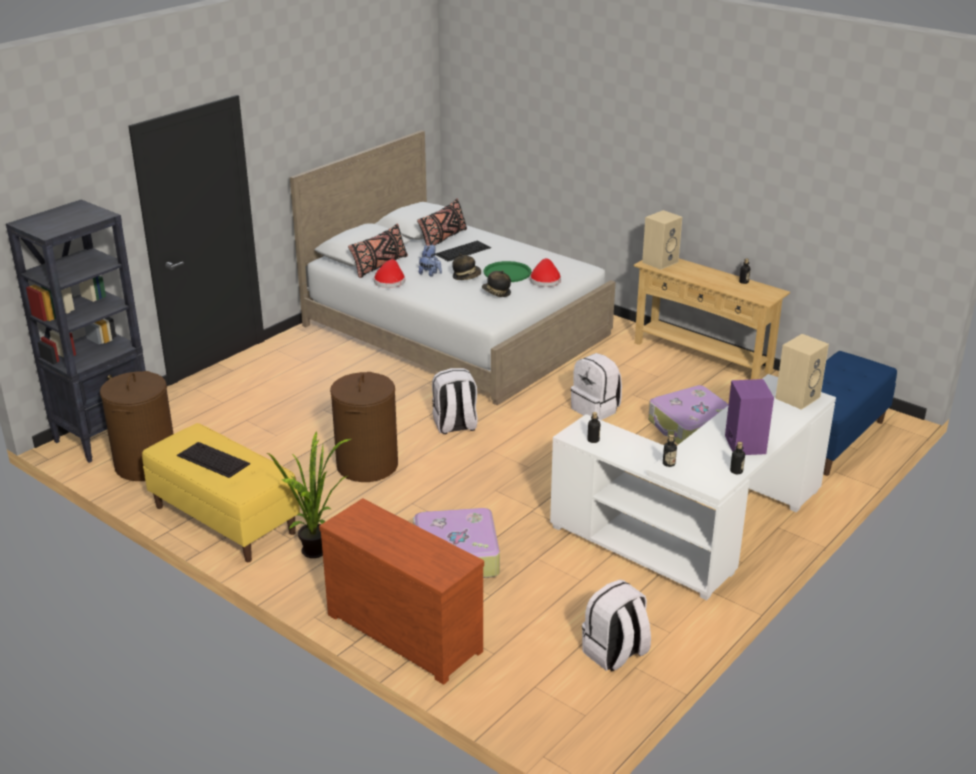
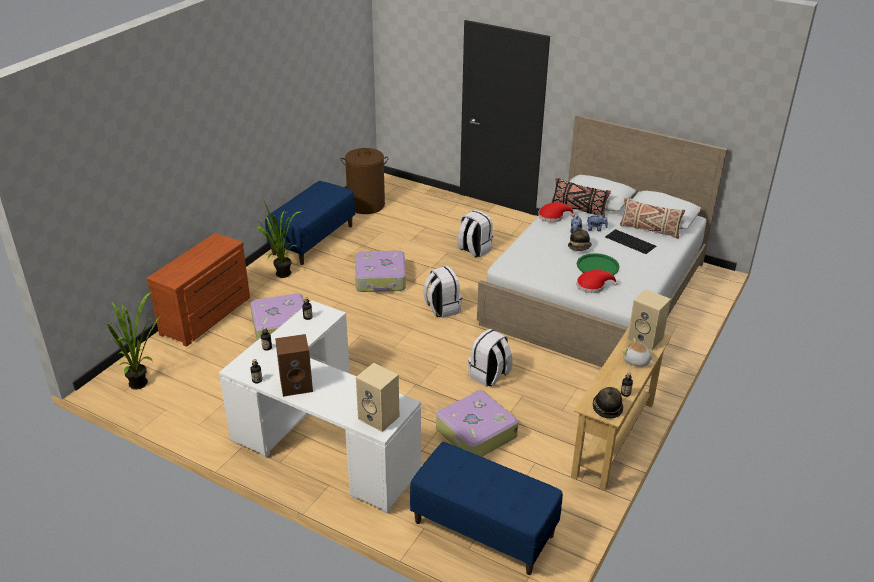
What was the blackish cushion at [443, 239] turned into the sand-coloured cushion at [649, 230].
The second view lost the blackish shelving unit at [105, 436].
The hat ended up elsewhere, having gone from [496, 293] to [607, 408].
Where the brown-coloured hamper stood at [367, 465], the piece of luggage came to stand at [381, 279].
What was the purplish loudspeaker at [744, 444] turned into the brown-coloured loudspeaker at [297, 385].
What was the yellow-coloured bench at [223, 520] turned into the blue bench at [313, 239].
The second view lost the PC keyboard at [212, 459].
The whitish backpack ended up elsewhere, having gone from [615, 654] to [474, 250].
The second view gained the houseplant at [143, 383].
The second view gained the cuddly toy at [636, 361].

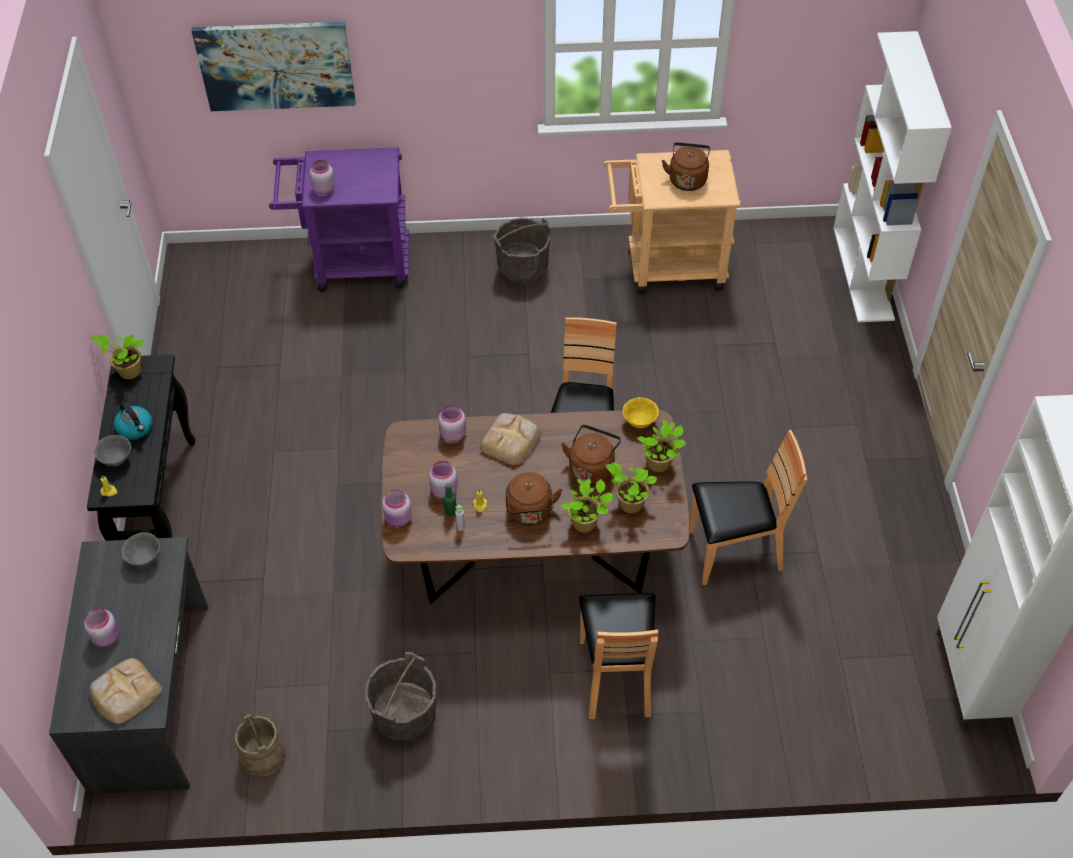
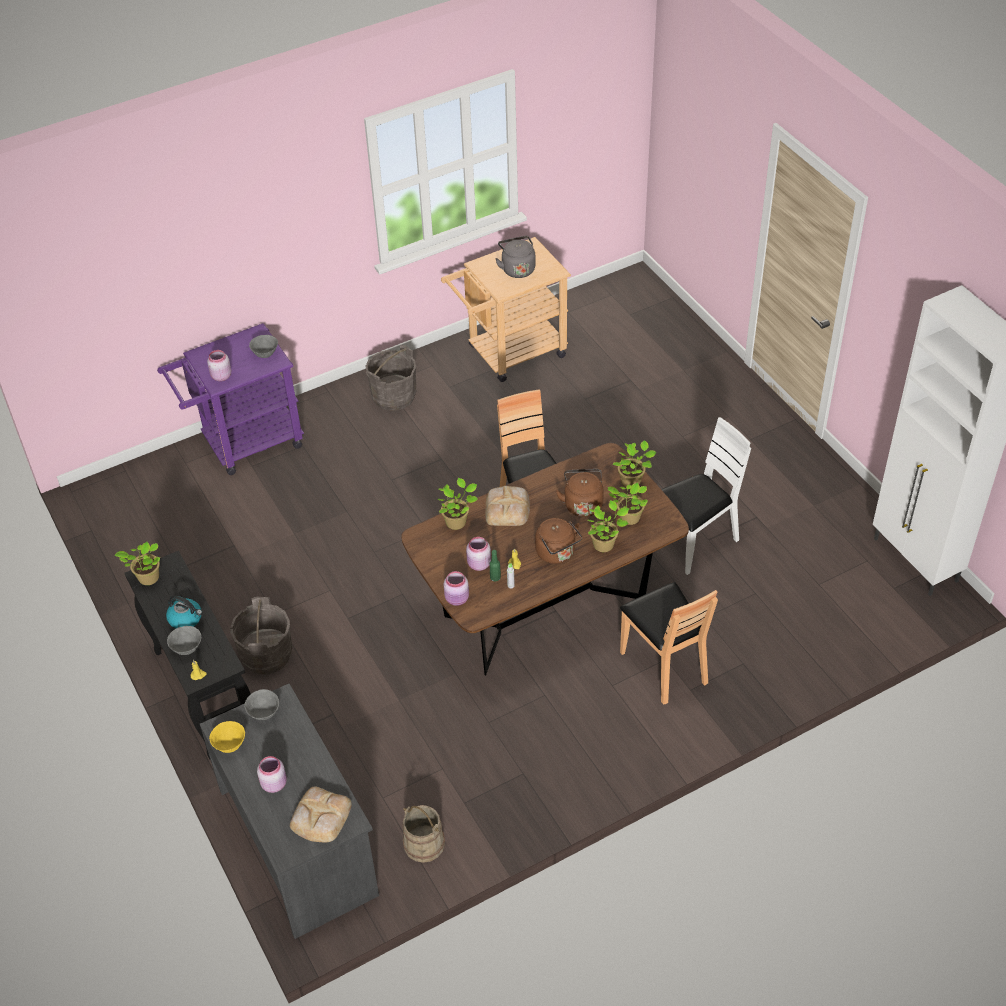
The second view lost the picture at [276, 65].
The second view lost the whitish shelving unit at [864, 273].
What was the brown-coloured water kettle at [687, 179] turned into the gray water kettle at [517, 269].
The yellow-coloured deep dish ended up elsewhere, having gone from [639, 421] to [229, 745].
Where the pinkish jar stood at [452, 434], the houseplant came to stand at [457, 522].
What was the brown-coloured chair at [733, 552] turned into the whitish chair at [695, 542].
The gray water bucket ended up elsewhere, having gone from [404, 715] to [266, 655].
The second view gained the gray deep dish at [265, 354].

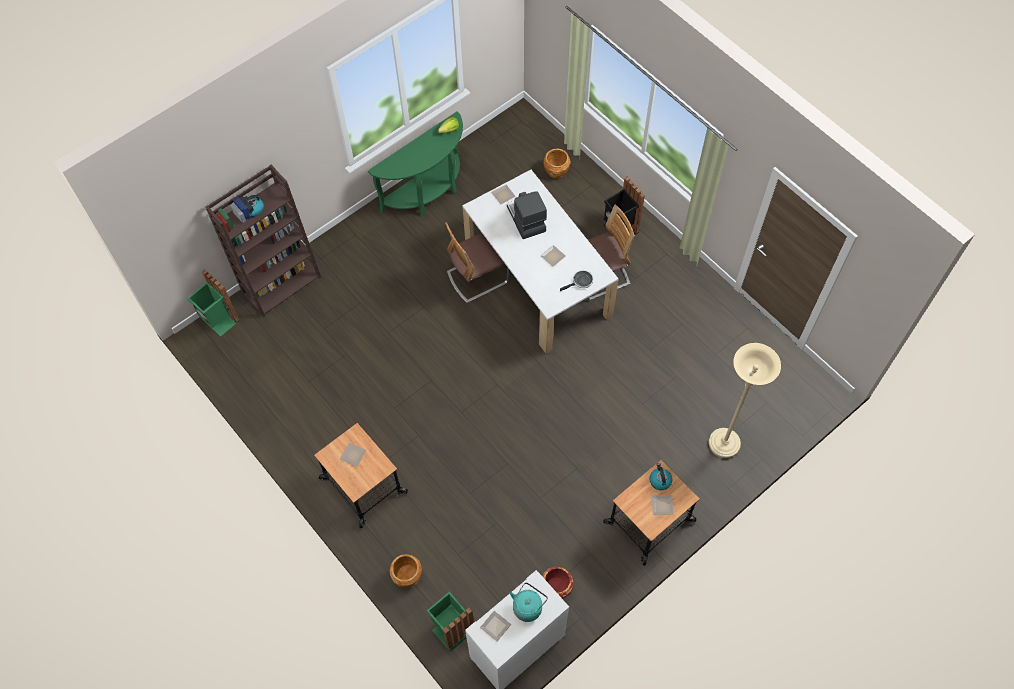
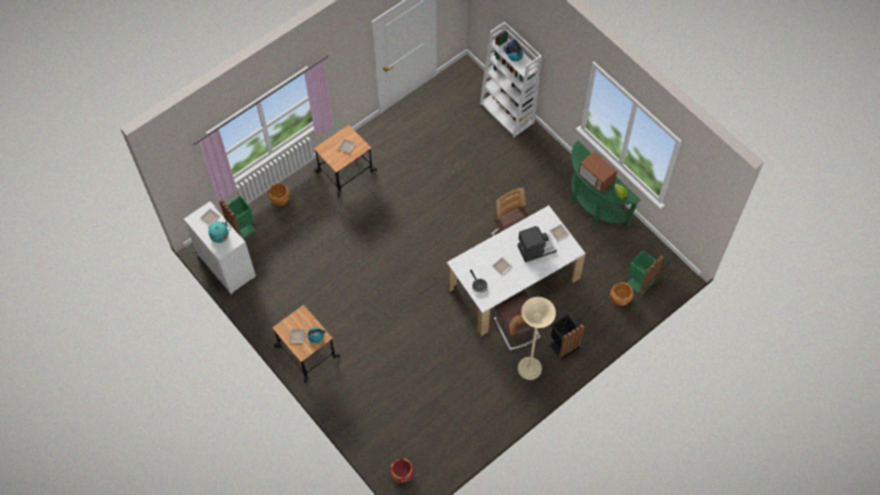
What was the brown-coloured shelving unit at [282, 283] turned into the whitish shelving unit at [507, 113].
The green-coloured trash can ended up elsewhere, having gone from [219, 321] to [640, 281].
The sand-coloured standard lamp ended up elsewhere, having gone from [724, 444] to [529, 369].
The red-coloured planter ended up elsewhere, having gone from [556, 587] to [402, 474].
The second view gained the microwave oven at [596, 178].

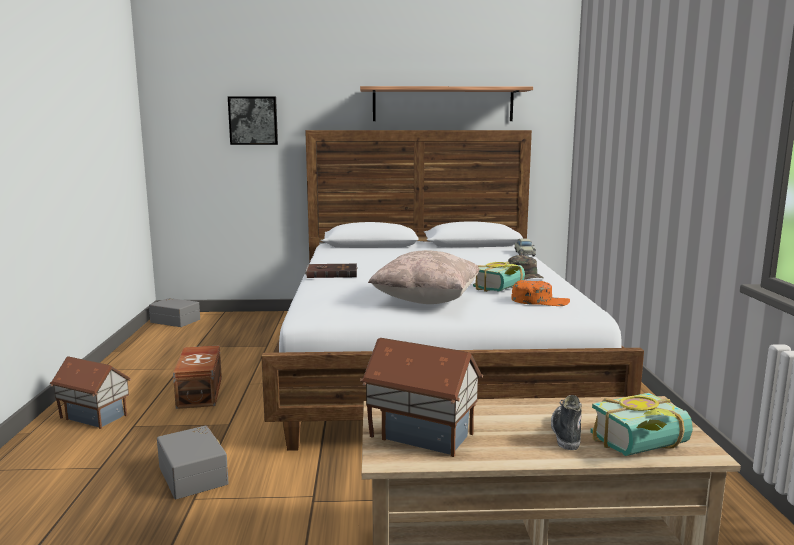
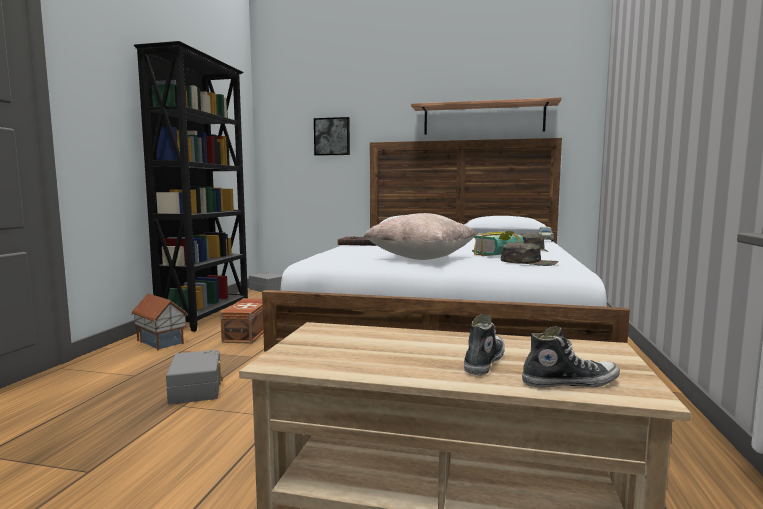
What was the orangey cap at [540, 301] turned into the green-coloured cap at [529, 262].
The second view lost the miniature house at [422, 433].
Where the volume stood at [645, 447], the shoe came to stand at [569, 382].
The second view gained the blackish shelving unit at [207, 316].

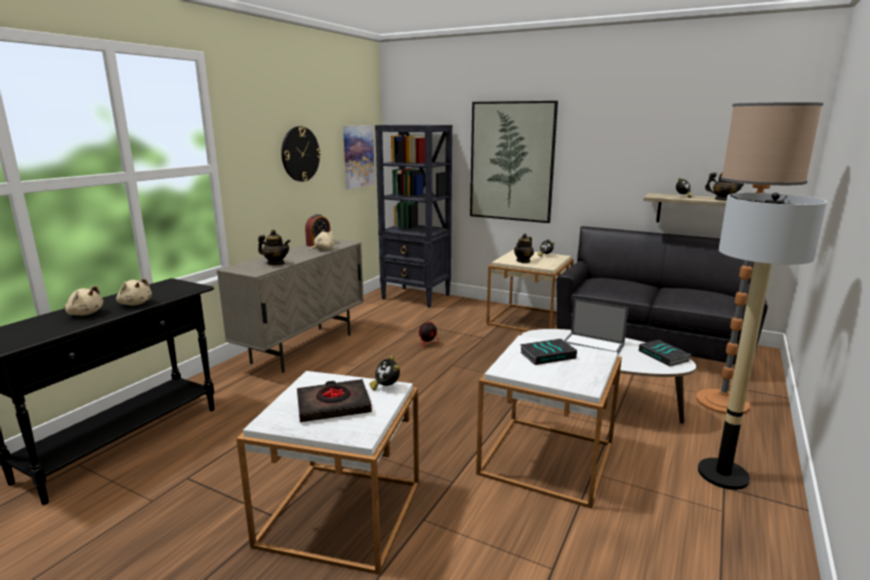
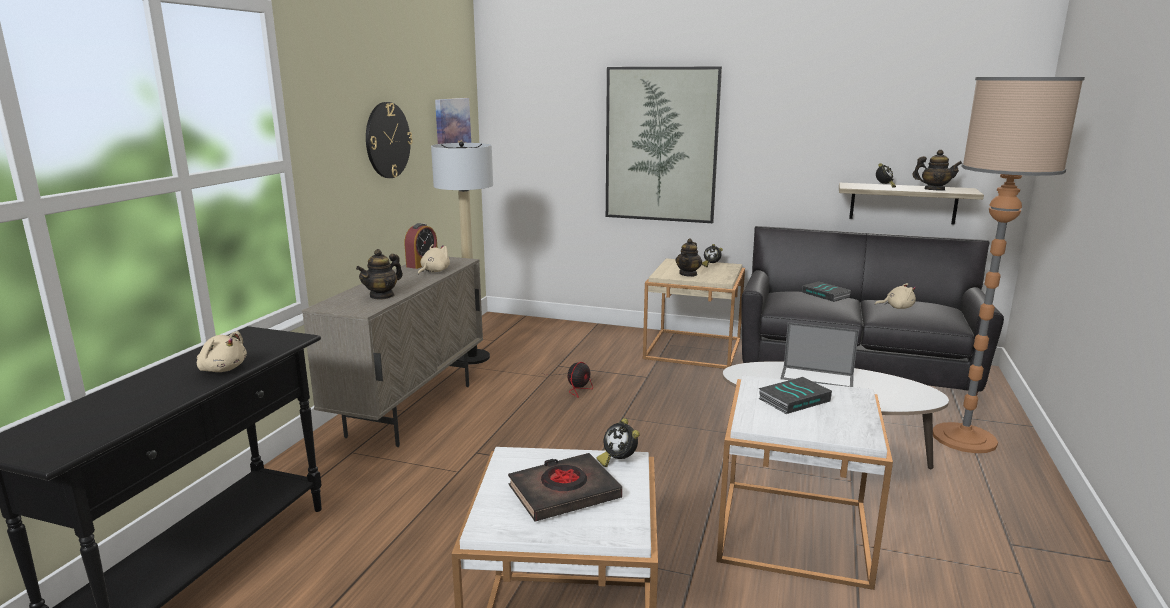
The second view lost the blackish shelving unit at [416, 297].
The standard lamp ended up elsewhere, having gone from [723, 474] to [472, 357].
The tea pot at [276, 263] ended up facing another way, 120 degrees clockwise from before.
The sand-coloured cuddly toy ended up elsewhere, having gone from [85, 313] to [897, 307].
The volume ended up elsewhere, having gone from [664, 356] to [826, 295].

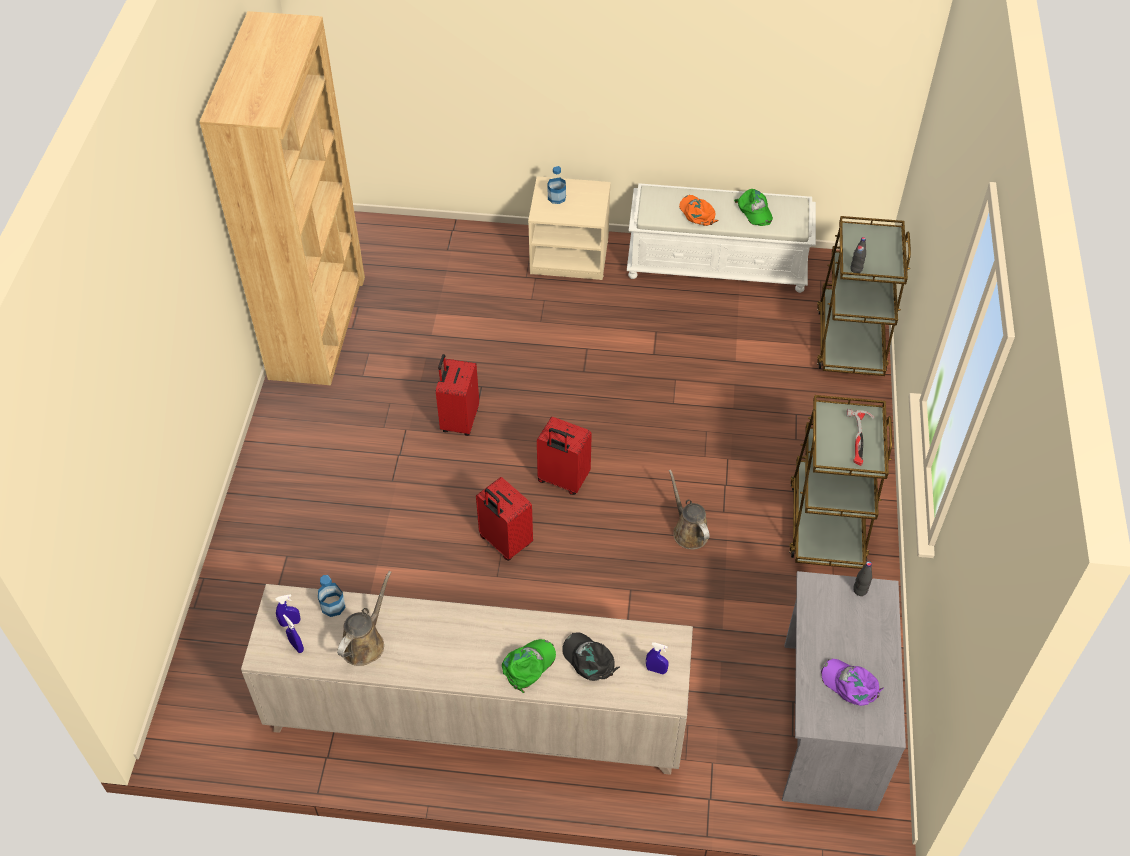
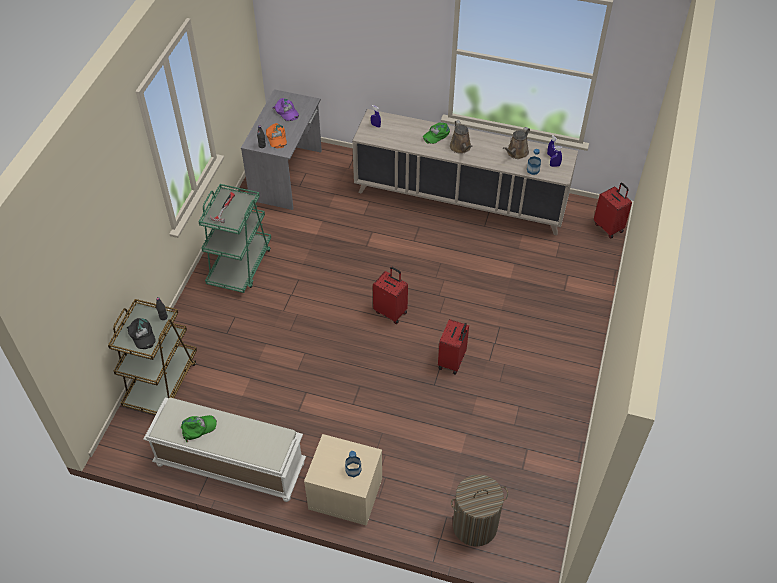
The second view lost the brown-coloured shelving unit at [318, 326].
The green-coloured cap at [754, 211] ended up facing another way, 75 degrees clockwise from before.
The orangey cap ended up elsewhere, having gone from [697, 213] to [276, 138].
What was the brown-coloured wheeled cart at [827, 522] turned into the green-coloured wheeled cart at [240, 265].
The brown-coloured watering can ended up elsewhere, having gone from [688, 531] to [461, 147].
The red-coloured piece of luggage ended up elsewhere, having gone from [504, 542] to [609, 227].
The blackish cap ended up elsewhere, having gone from [589, 659] to [142, 335].
The second view gained the hamper at [474, 525].

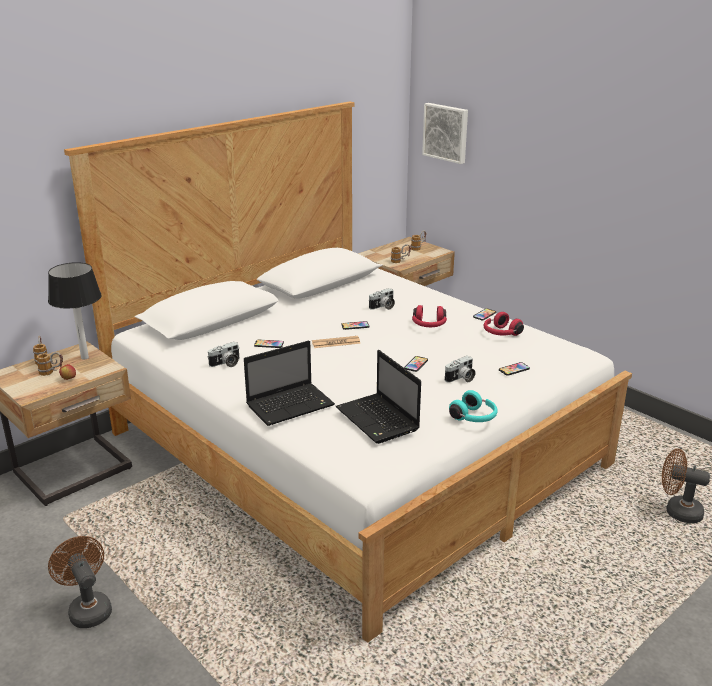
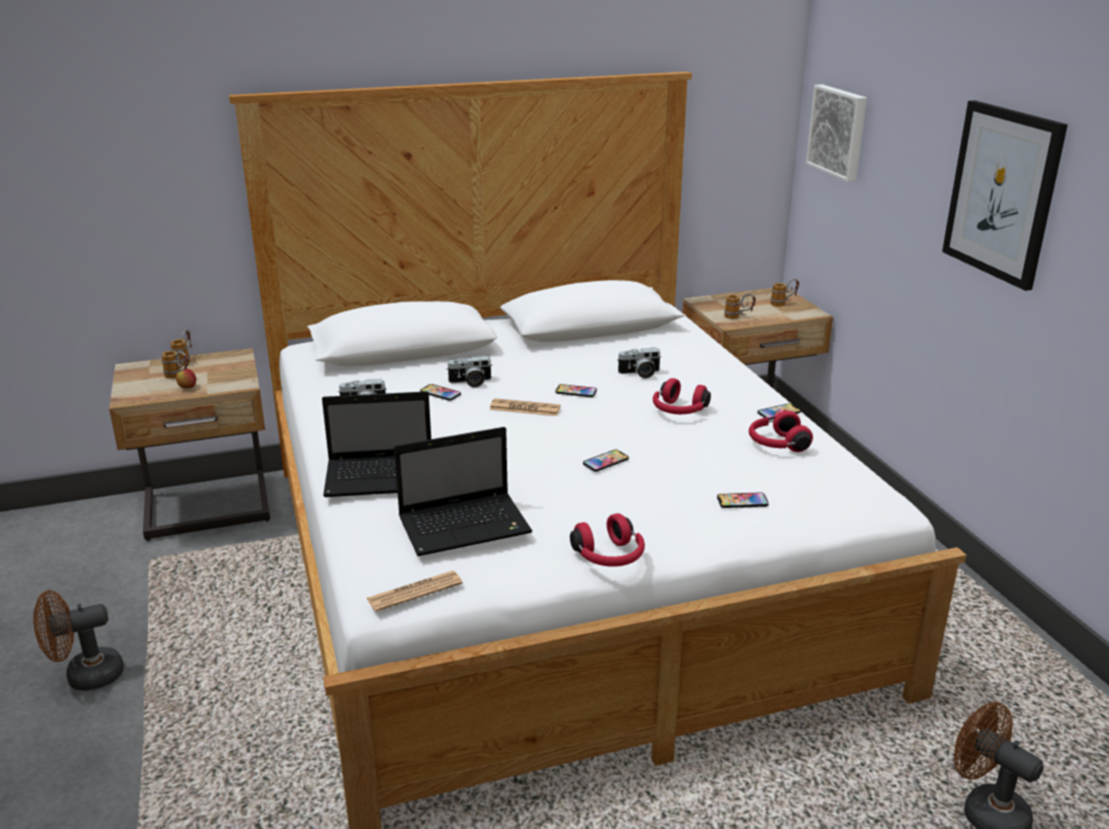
The second view lost the lamp for a table at [84, 357].
The portable computer at [378, 420] ended up facing another way, 105 degrees counterclockwise from before.
The still camera ended up elsewhere, having gone from [461, 379] to [470, 382].
What was the turquoise headphones at [474, 417] turned into the red-coloured headphones at [609, 557].
The brown-coloured cooling fan at [88, 609] ended up facing another way, 105 degrees counterclockwise from before.
The second view gained the picture at [1002, 193].
The second view gained the newspaper at [414, 592].

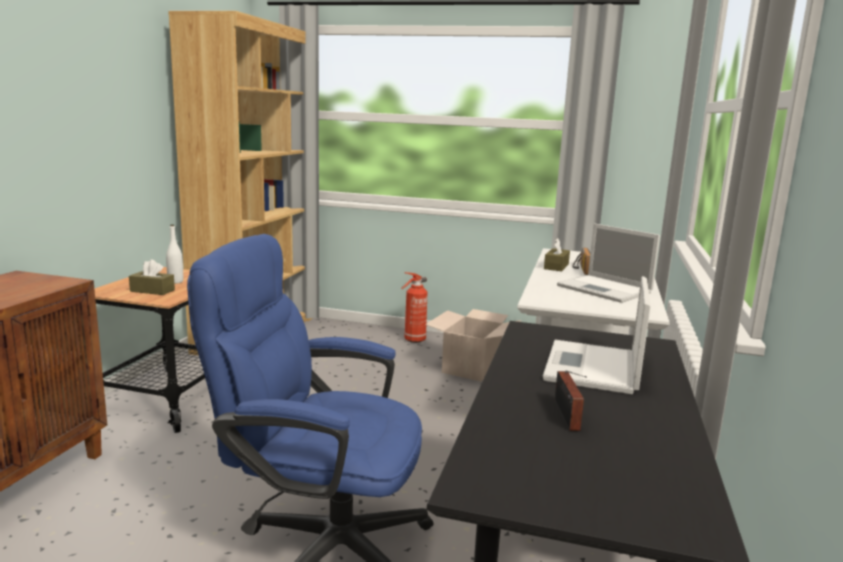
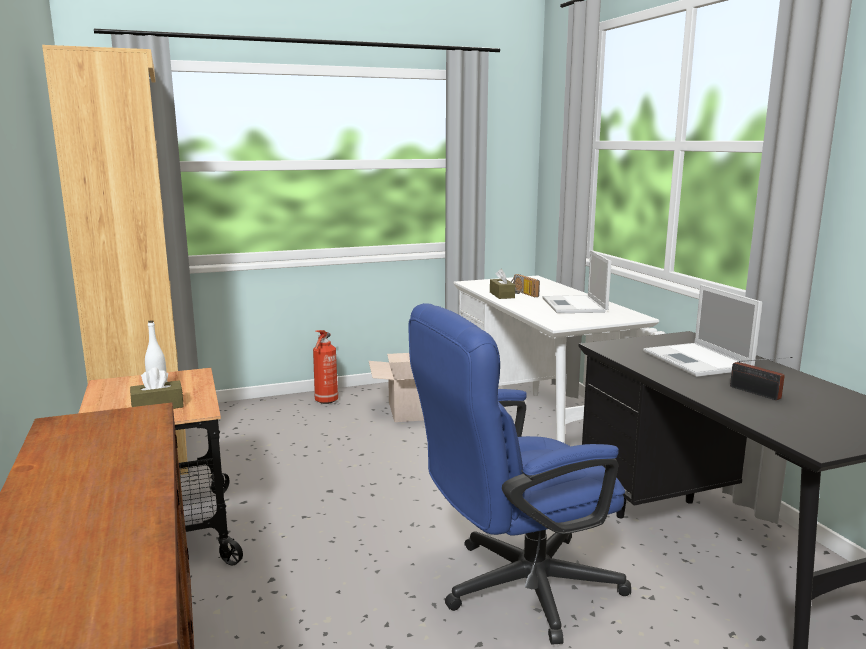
The portable computer at [606, 289] ended up facing another way, 75 degrees clockwise from before.

